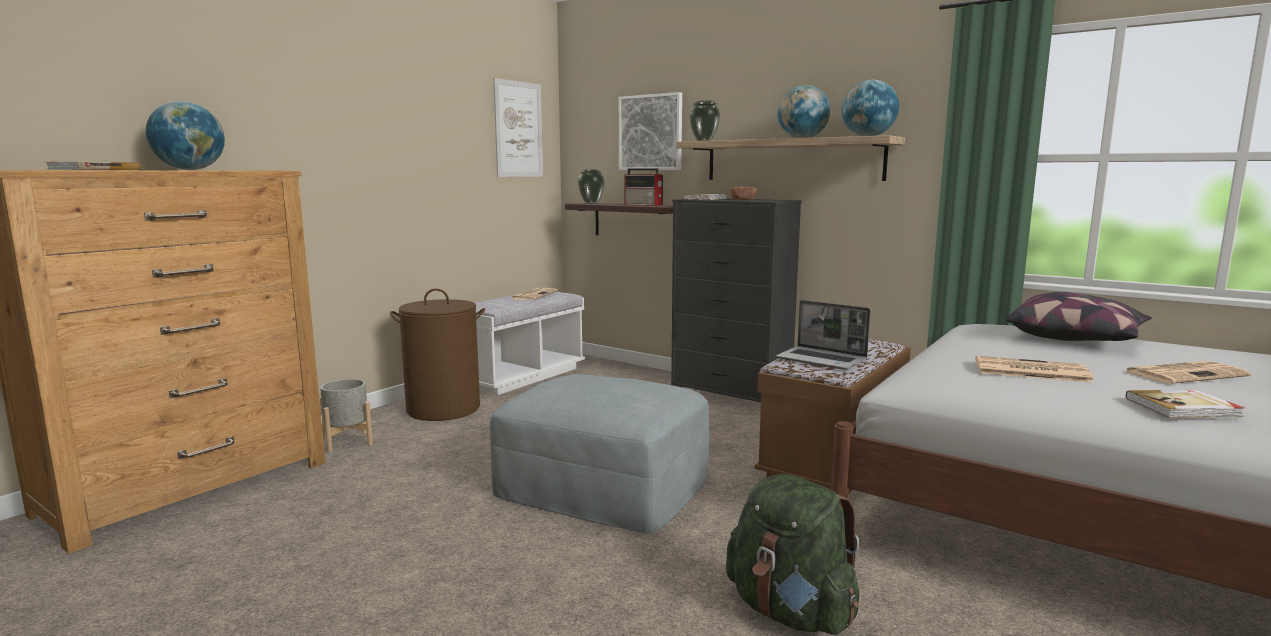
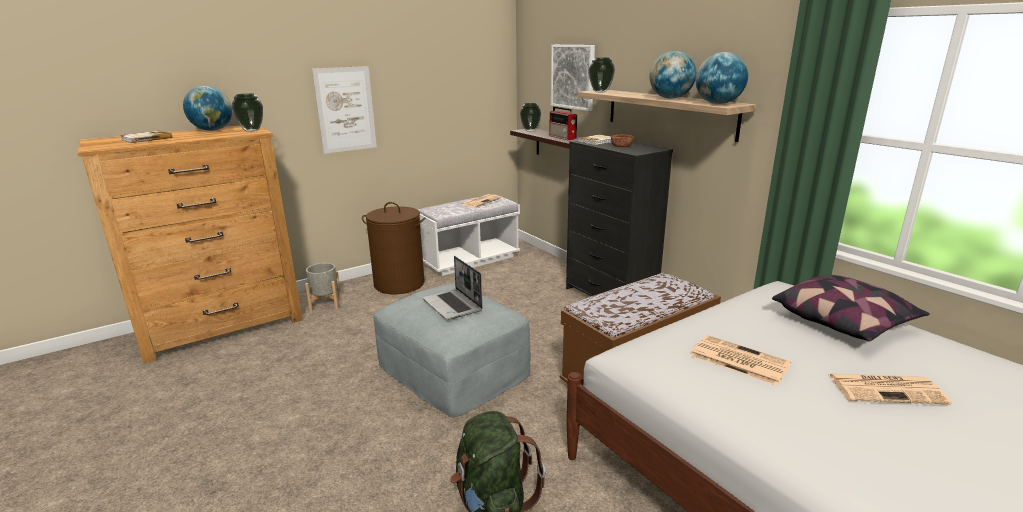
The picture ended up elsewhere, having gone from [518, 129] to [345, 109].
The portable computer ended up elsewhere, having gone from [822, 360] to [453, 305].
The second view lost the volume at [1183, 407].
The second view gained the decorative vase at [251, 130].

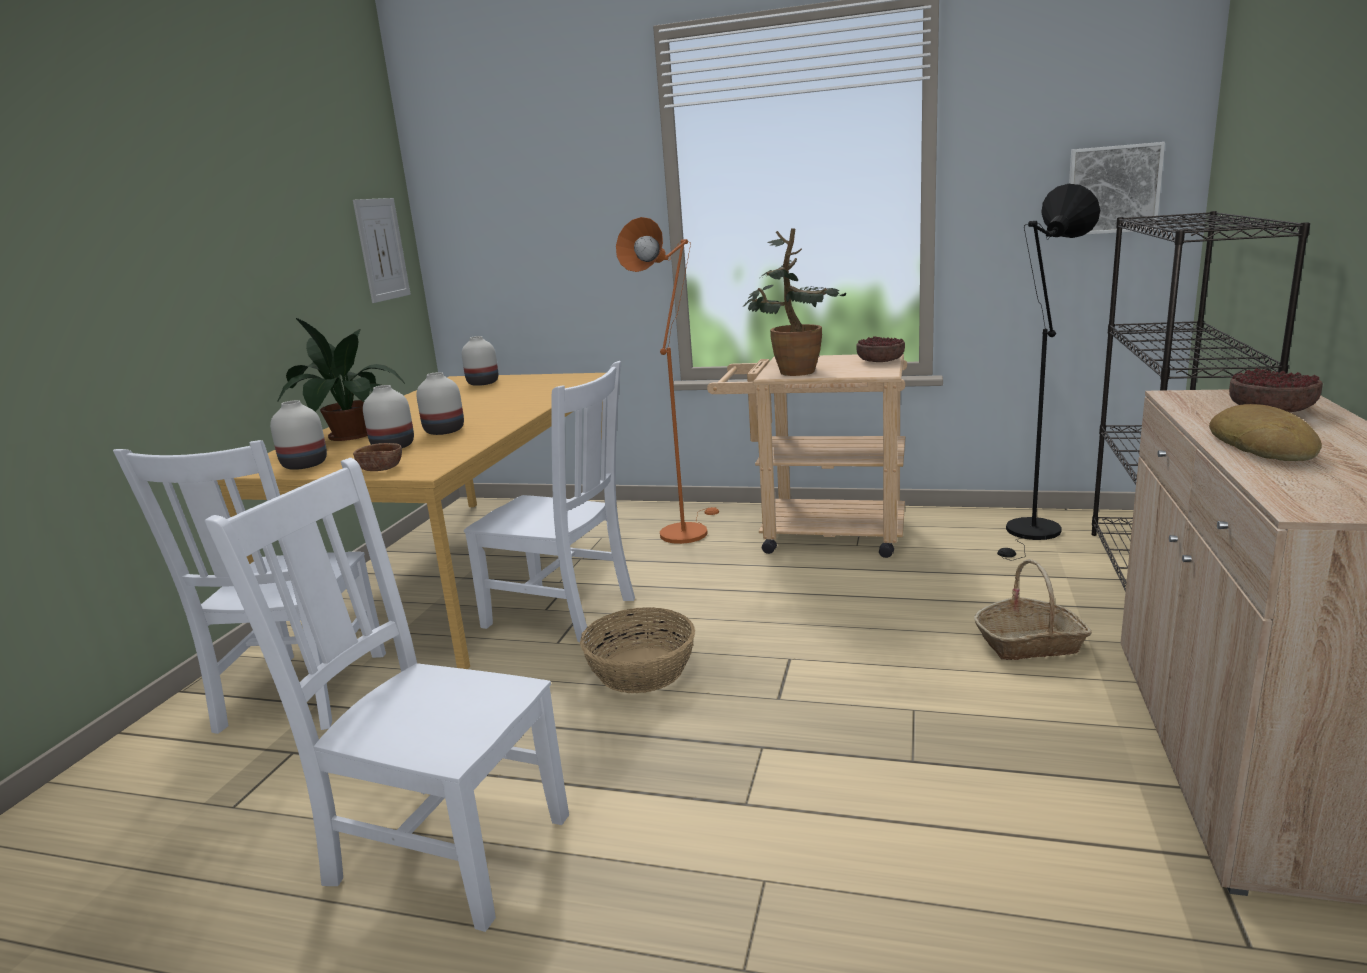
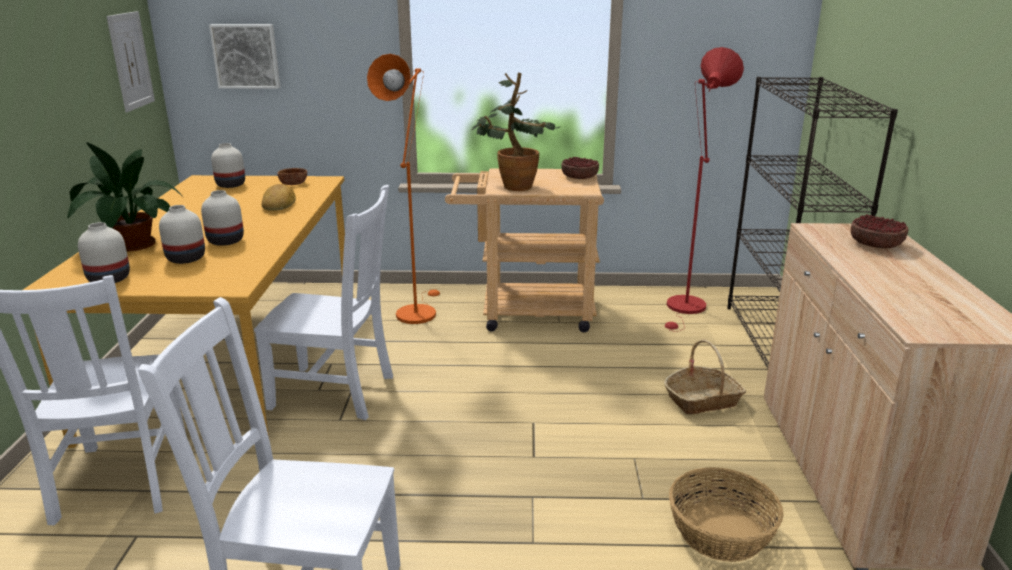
The picture ended up elsewhere, having gone from [1112, 189] to [246, 56].
What was the blackish standard lamp at [1031, 534] turned into the red-coloured standard lamp at [685, 309].
The bakery bread ended up elsewhere, having gone from [1264, 446] to [279, 203].
The brown-coloured deep dish ended up elsewhere, having gone from [381, 468] to [293, 183].
The storage basket ended up elsewhere, having gone from [642, 670] to [721, 532].

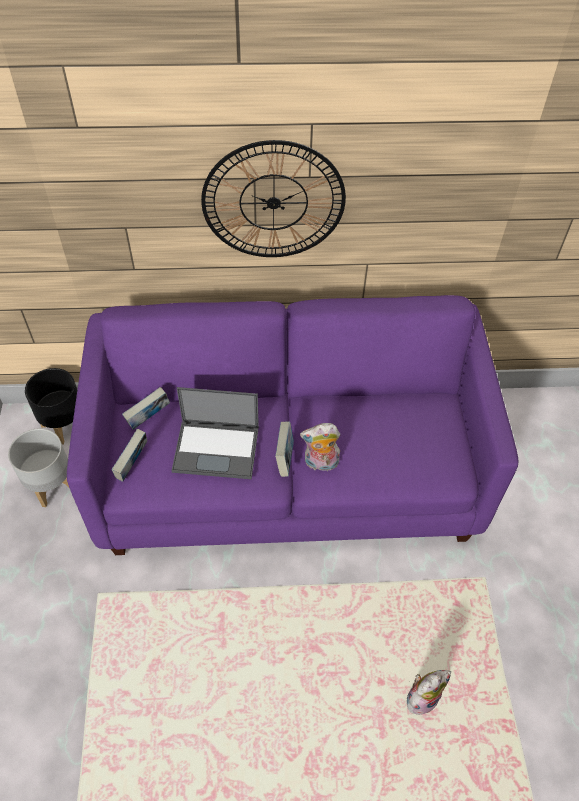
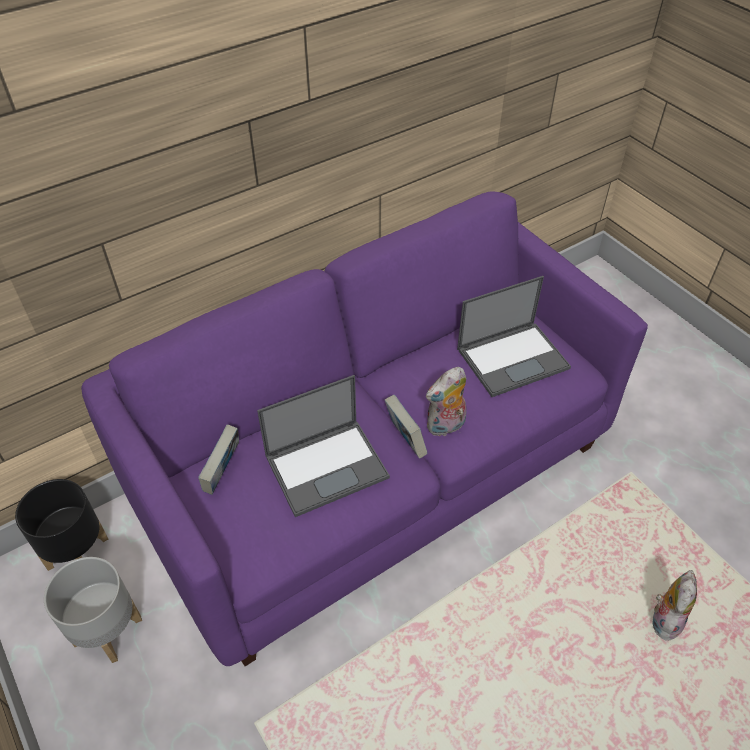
The second view lost the clock on the wall at [273, 202].
The second view lost the volume at [133, 466].
The second view gained the portable computer at [513, 358].

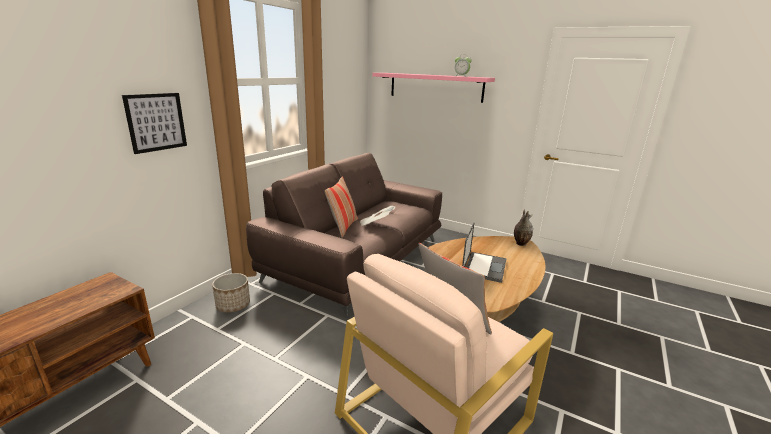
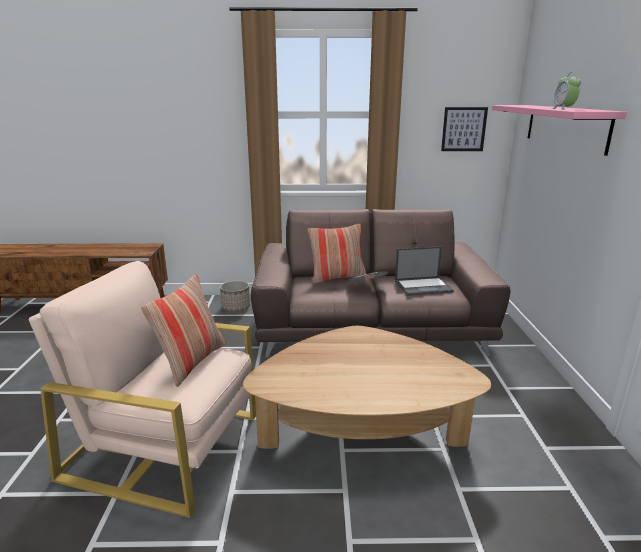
The picture ended up elsewhere, having gone from [156, 122] to [464, 129].
The second view lost the decorative vase at [520, 243].
The portable computer ended up elsewhere, having gone from [484, 266] to [424, 286].

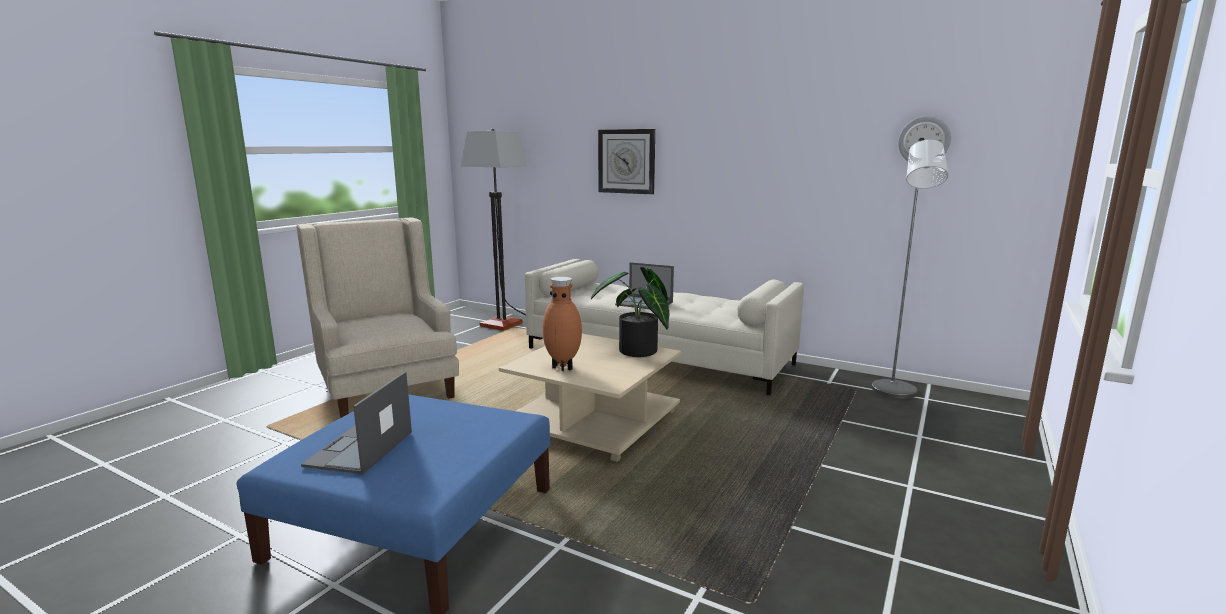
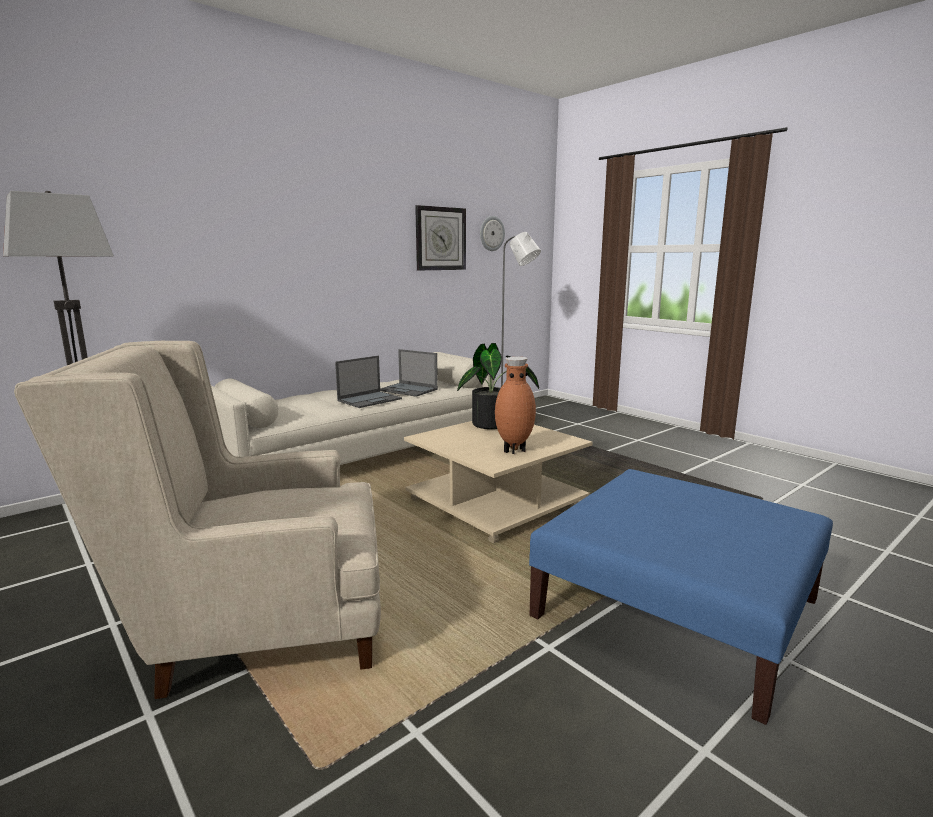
The clock on the wall ended up elsewhere, having gone from [626, 161] to [440, 239].
The portable computer ended up elsewhere, having gone from [359, 449] to [408, 390].

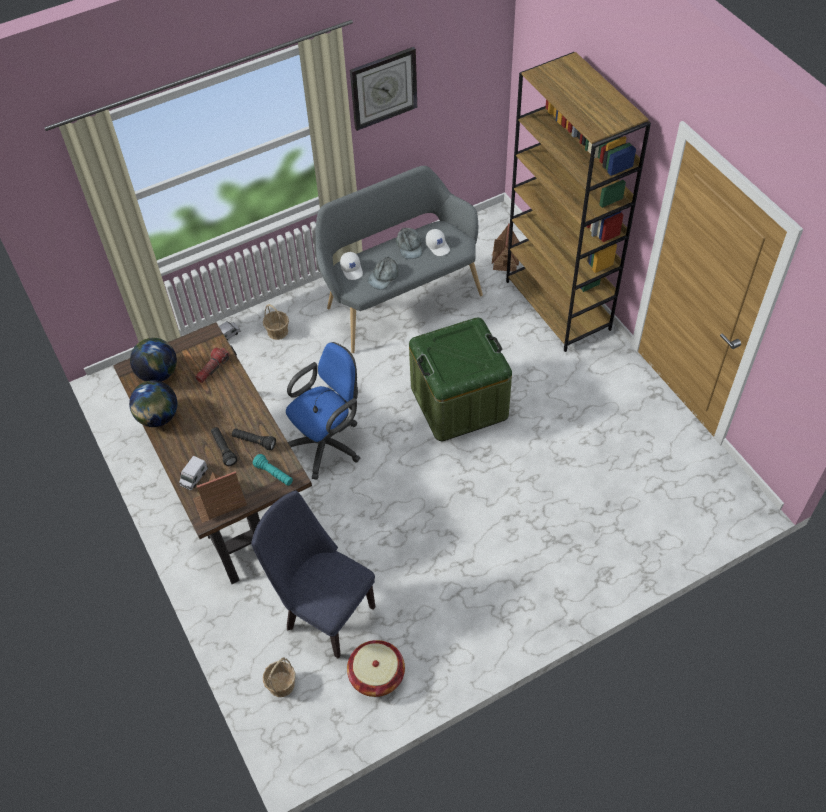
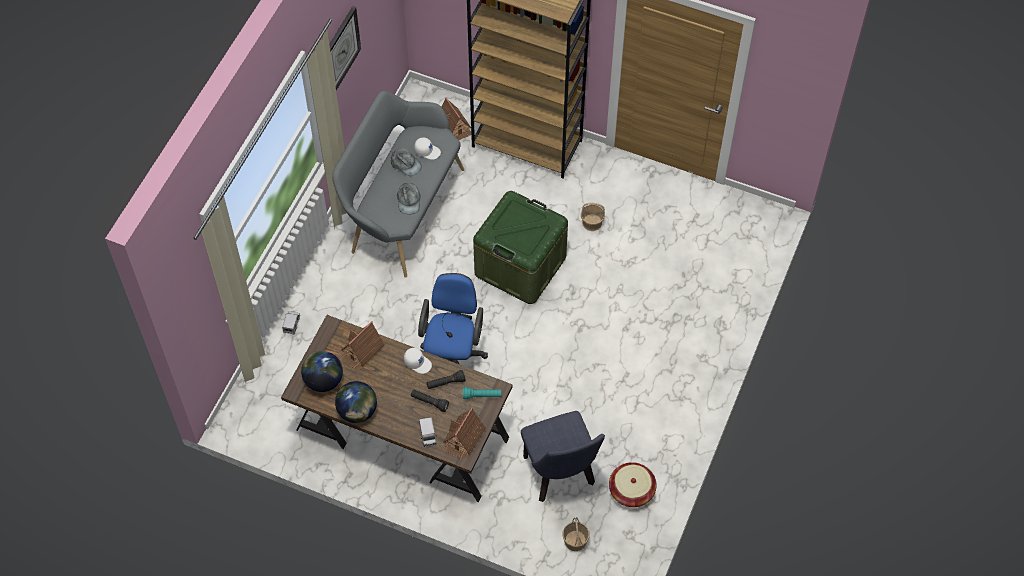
The whitish cap ended up elsewhere, having gone from [352, 269] to [418, 362].
The storage basket ended up elsewhere, having gone from [277, 331] to [592, 222].
Where the hand torch stood at [212, 368], the miniature house came to stand at [361, 350].
The blue chair at [324, 613] ended up facing another way, 105 degrees counterclockwise from before.

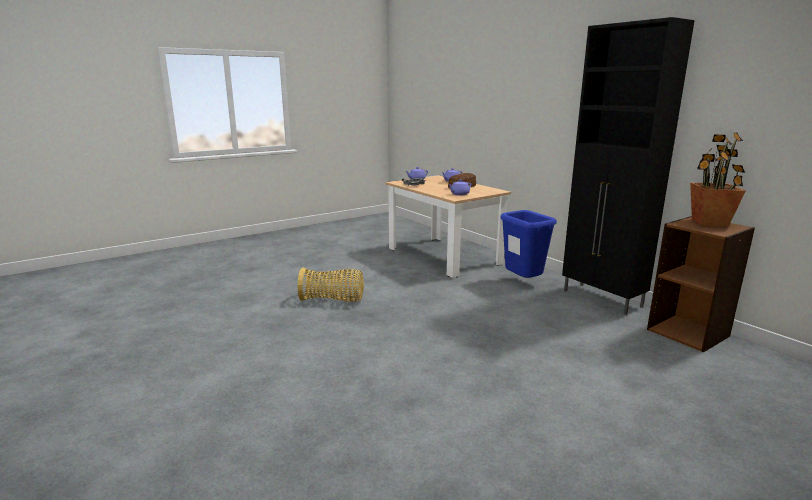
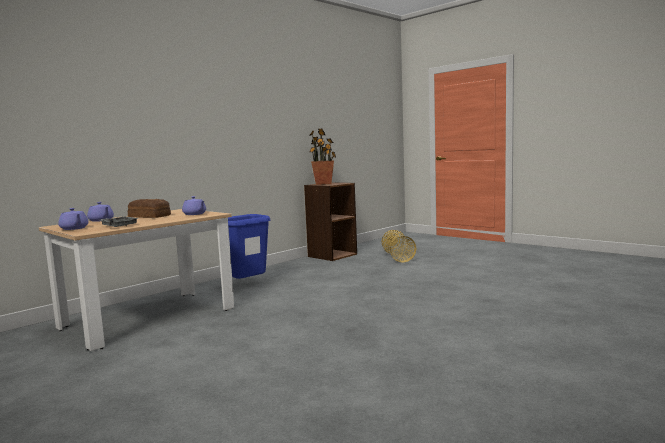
The second view lost the blackish cupboard at [602, 299].
The storage basket ended up elsewhere, having gone from [333, 300] to [397, 257].

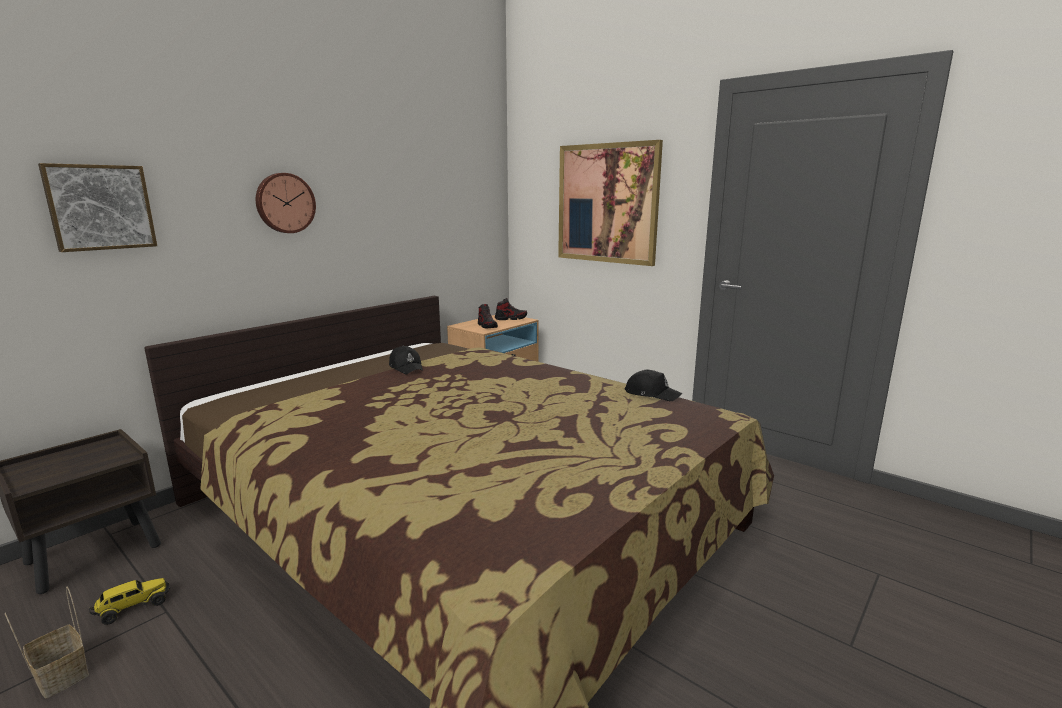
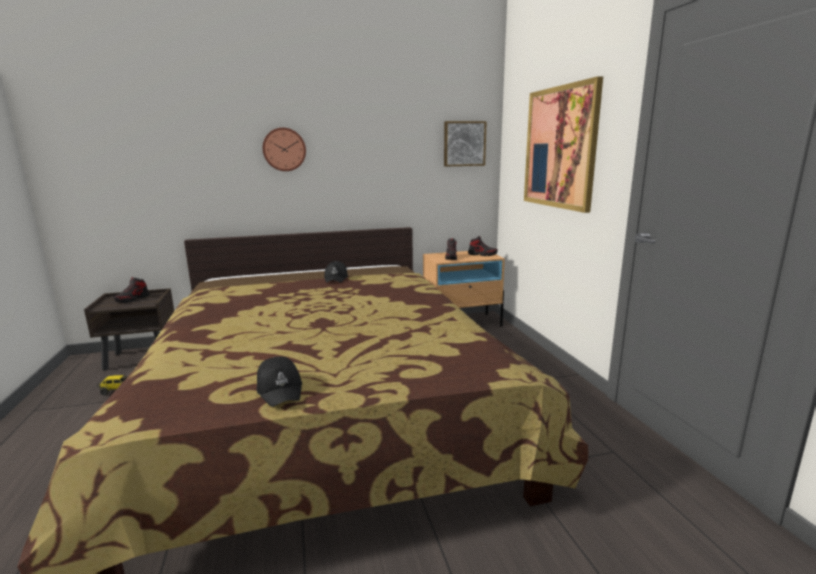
The picture ended up elsewhere, having gone from [100, 207] to [464, 144].
The blackish cap ended up elsewhere, having gone from [651, 394] to [280, 389].
The second view lost the storage basket at [59, 675].
The second view gained the shoe at [132, 299].

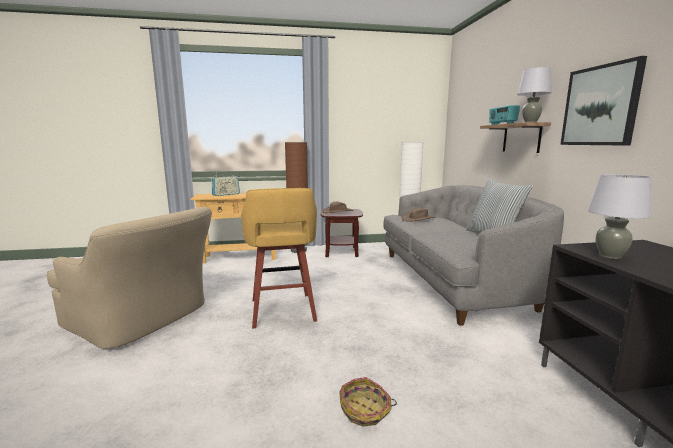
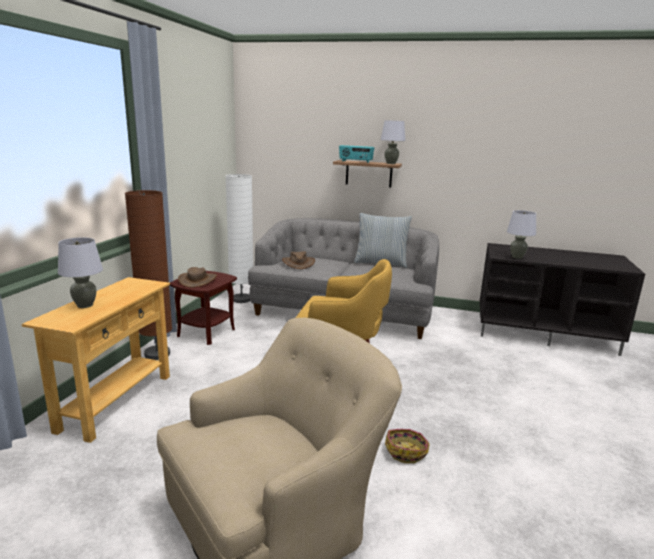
The second view lost the picture at [600, 106].
Where the radio receiver stood at [226, 194], the gray lamp for a table came to stand at [85, 305].
The storage basket ended up elsewhere, having gone from [365, 411] to [406, 451].

